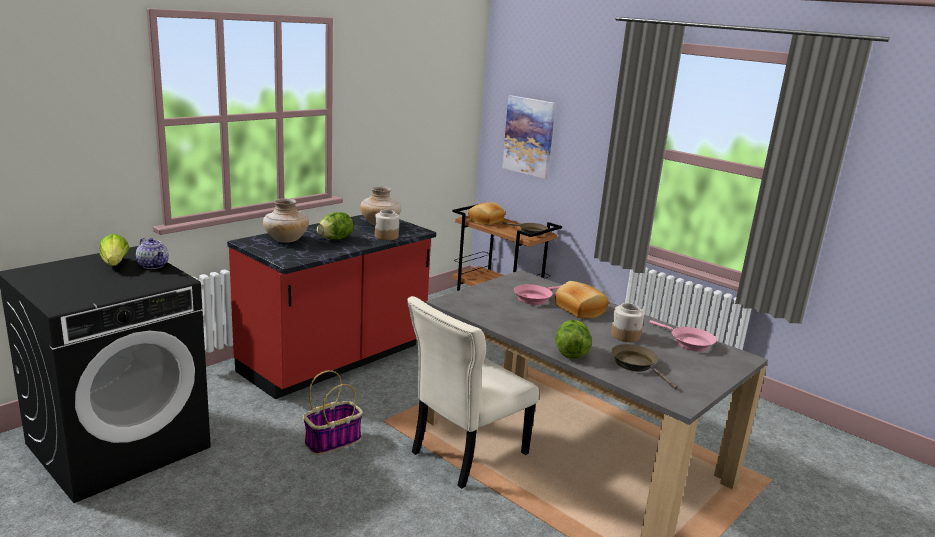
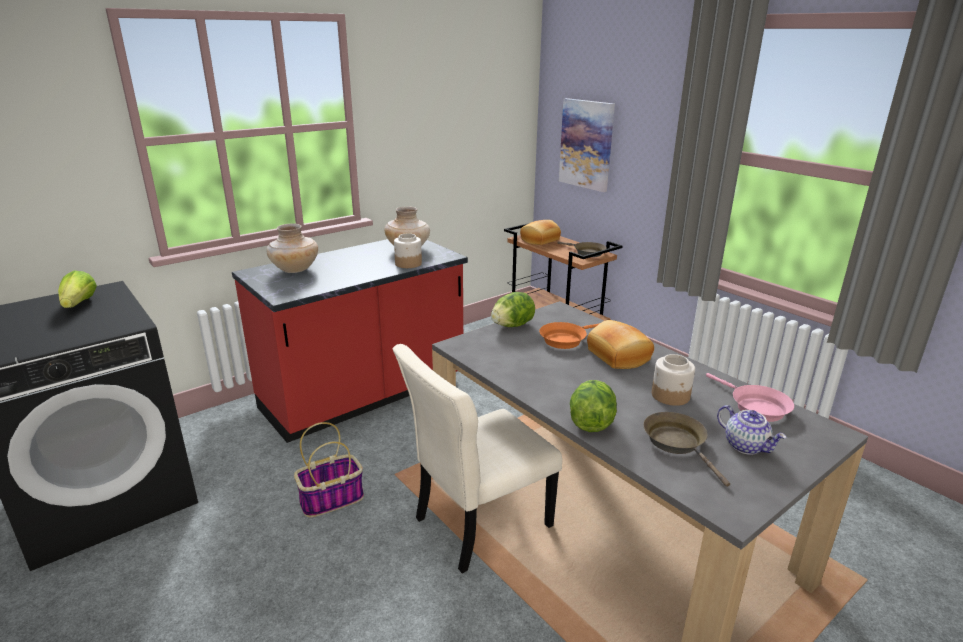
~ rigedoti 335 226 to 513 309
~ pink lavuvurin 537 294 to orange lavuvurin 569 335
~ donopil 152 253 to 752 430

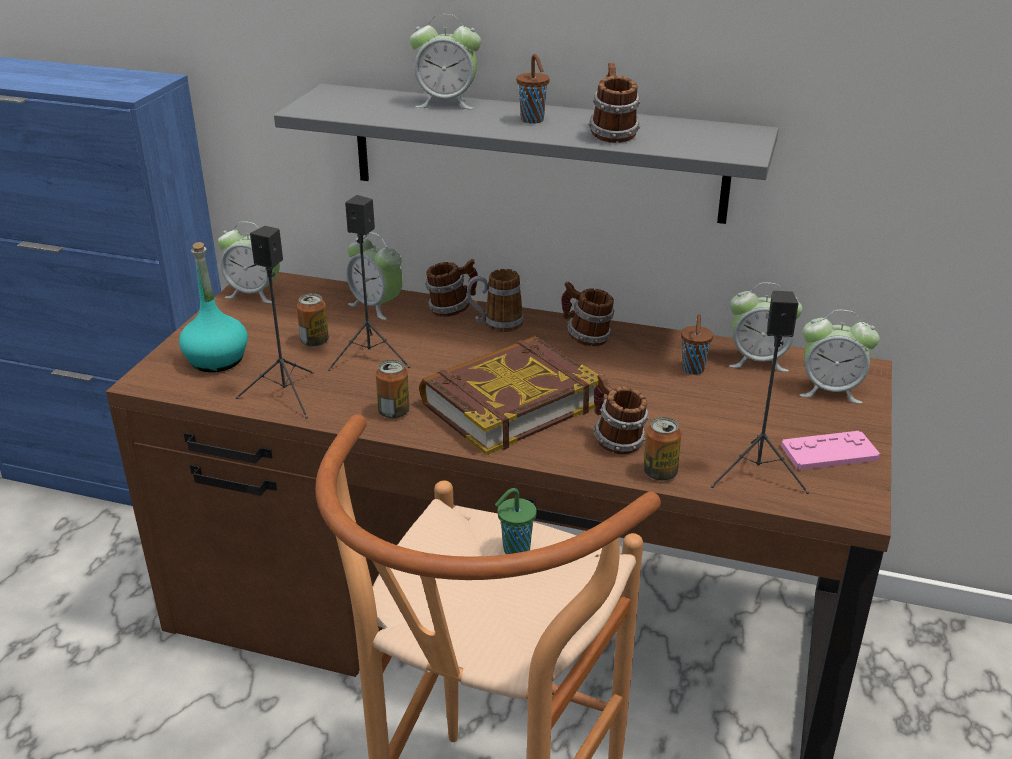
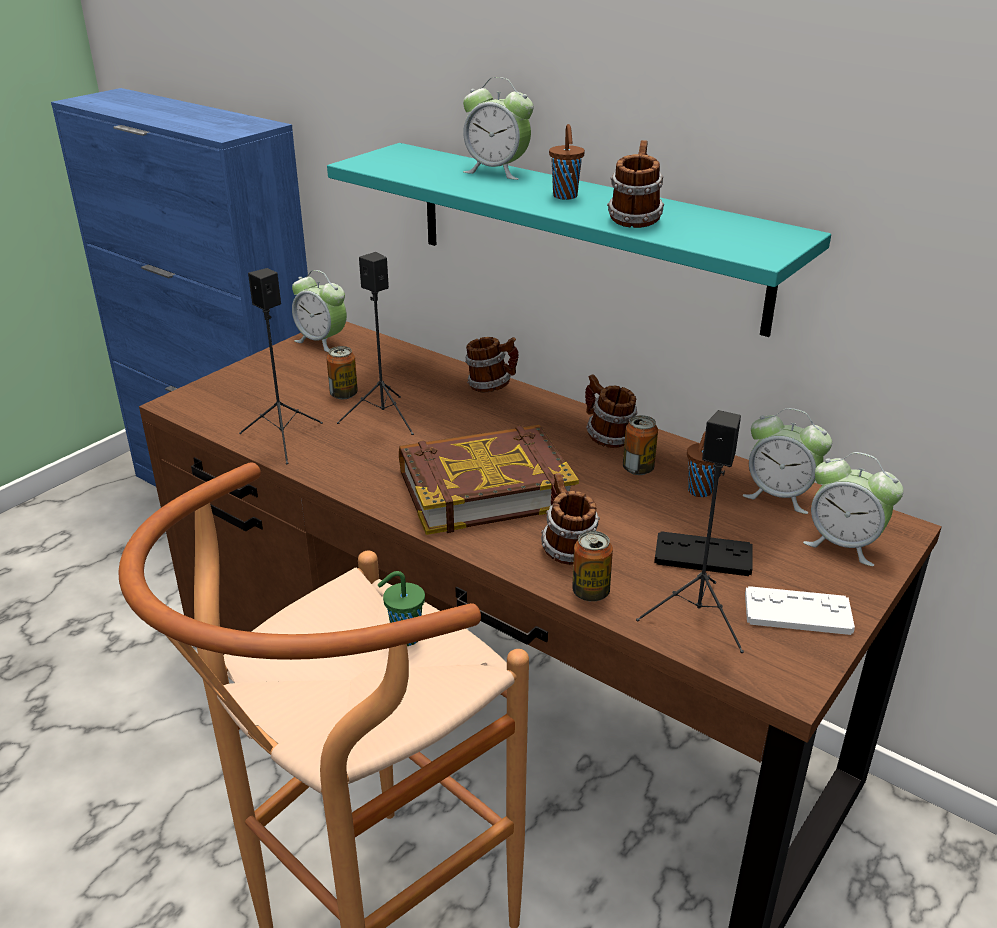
~ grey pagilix 526 154 to turquoise pagilix 579 240
~ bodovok 392 389 to 640 445
+ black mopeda 703 553
~ pink mopeda 830 450 to white mopeda 800 610
- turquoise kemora 213 307
- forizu 375 276
- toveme 495 300

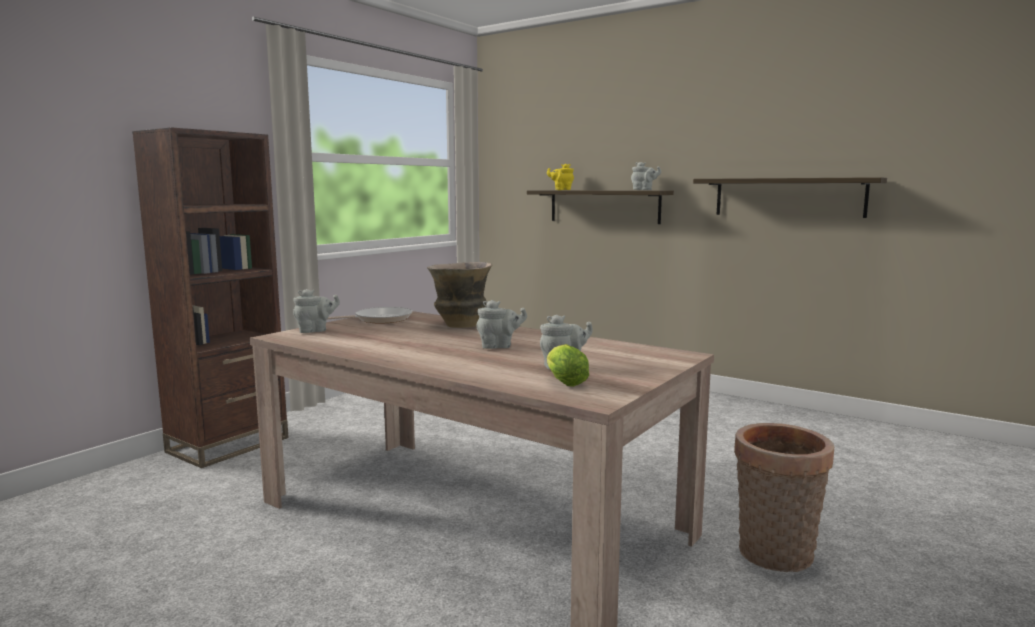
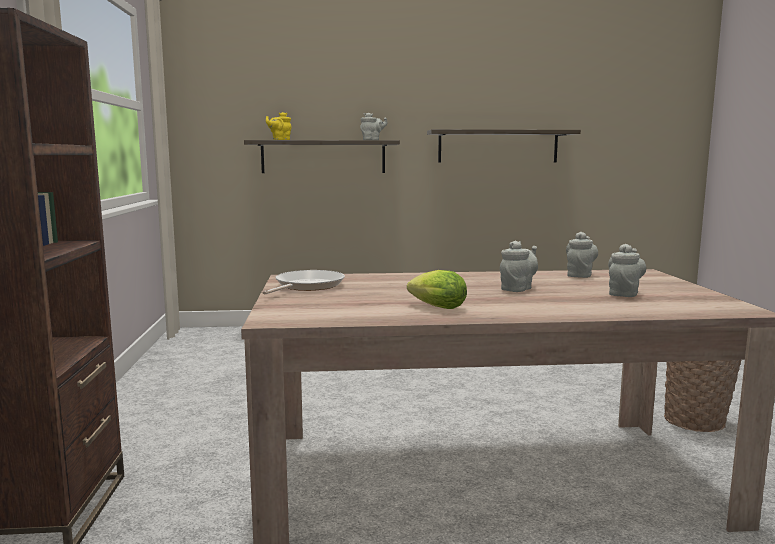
~ rigedoti 568 365 to 437 289
~ grey donopil 316 311 to 582 255
- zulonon 459 295

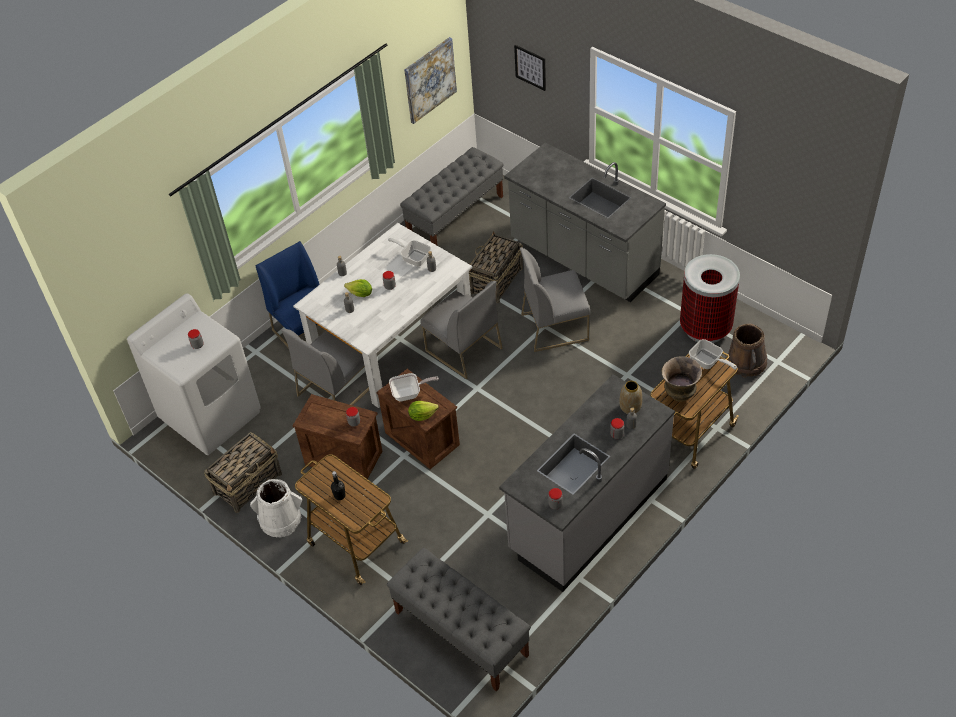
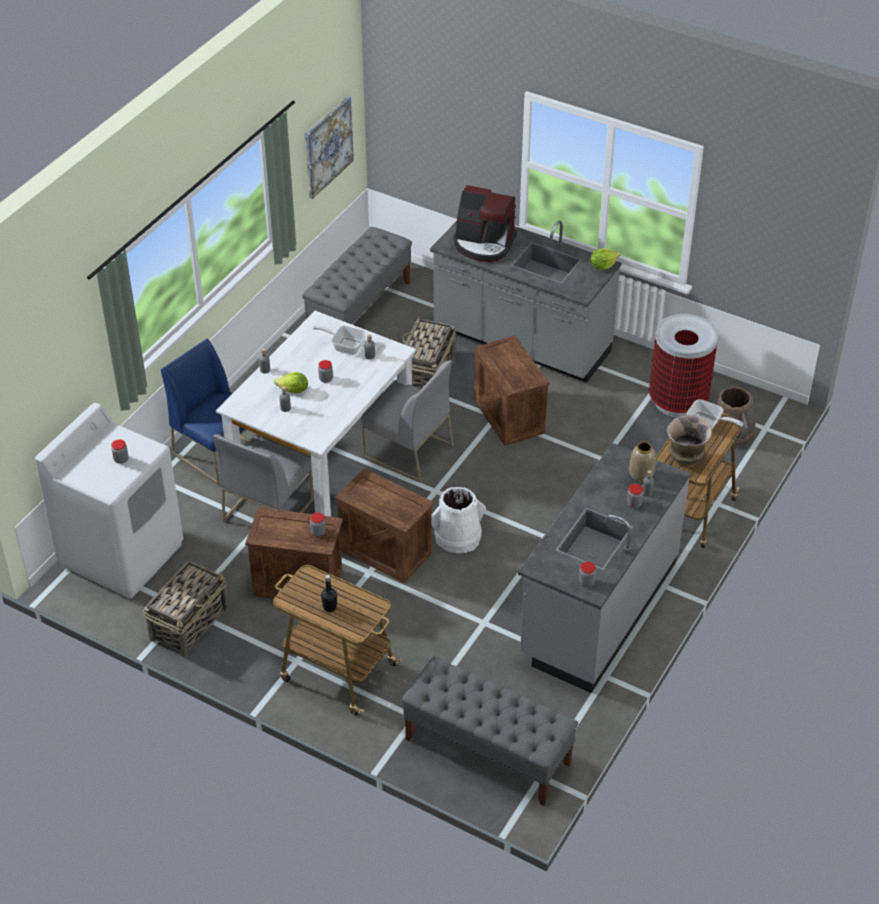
~ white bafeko 276 508 to 459 520
+ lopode 485 223
~ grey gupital 555 299 to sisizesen 512 390
~ rigedoti 423 411 to 605 259
- lavuvurin 414 387
- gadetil 530 68

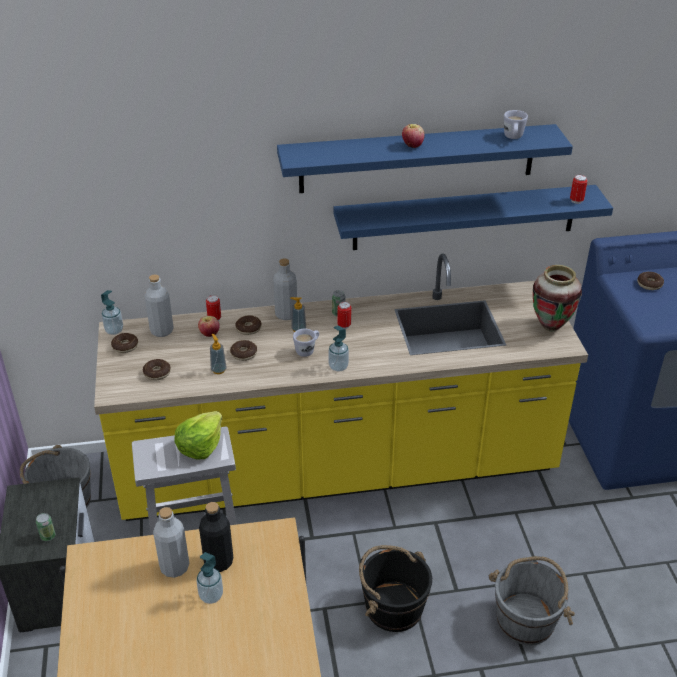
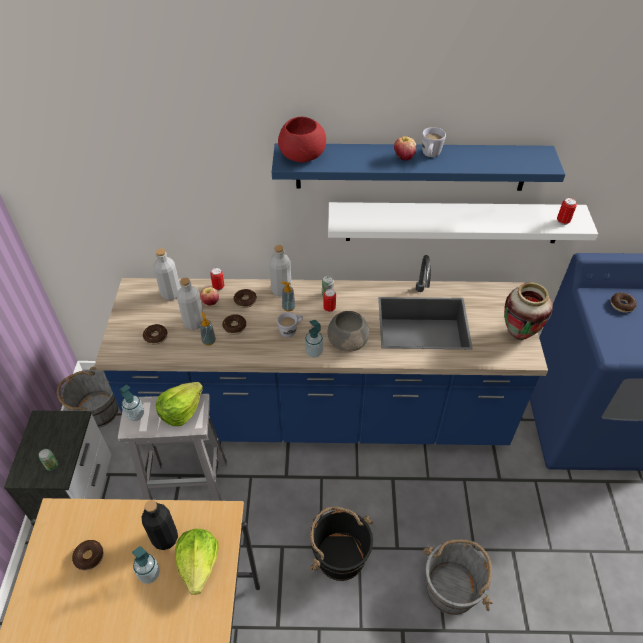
~ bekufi 124 343 to 88 555
~ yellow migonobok 341 387 to blue migonobok 321 350
~ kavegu 112 312 to 131 403
+ rigedoti 196 562
~ grey kemora 171 542 to 190 303
+ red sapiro 302 139
~ blue pagilix 473 217 to white pagilix 463 222
+ grey sapiro 348 331
~ white toveme 516 124 to 434 142

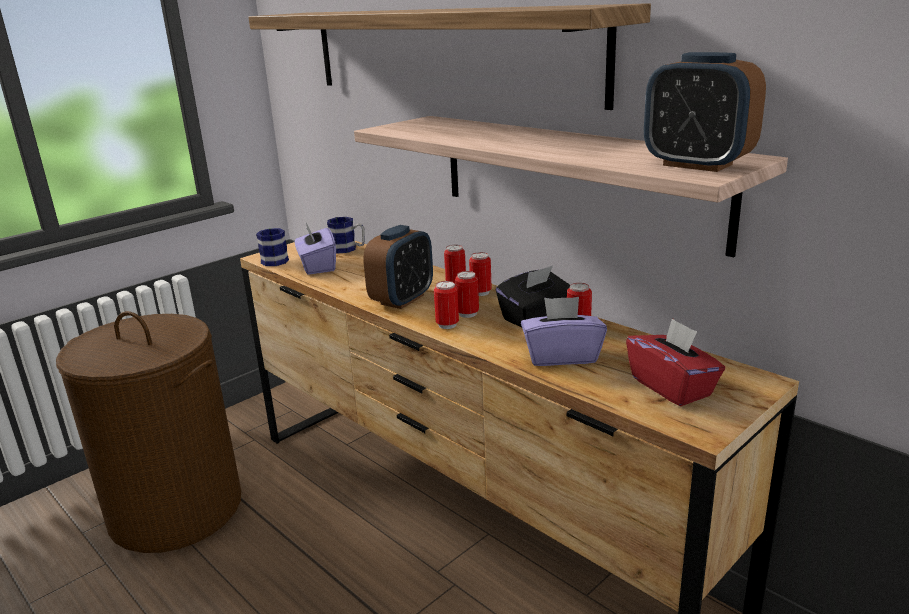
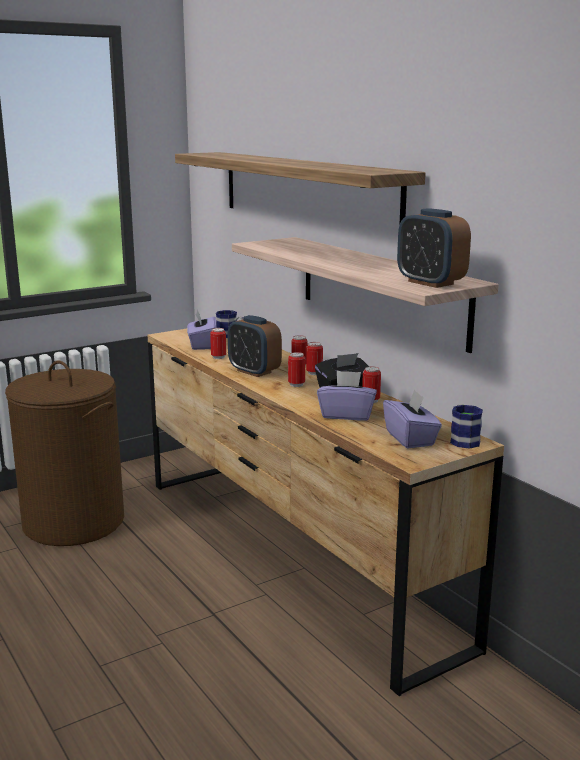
~ bodovok 446 305 to 218 343
~ forizu 398 267 = 255 346 90 degrees clockwise
~ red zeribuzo 675 362 to purple zeribuzo 412 418
~ toveme 272 247 to 466 426

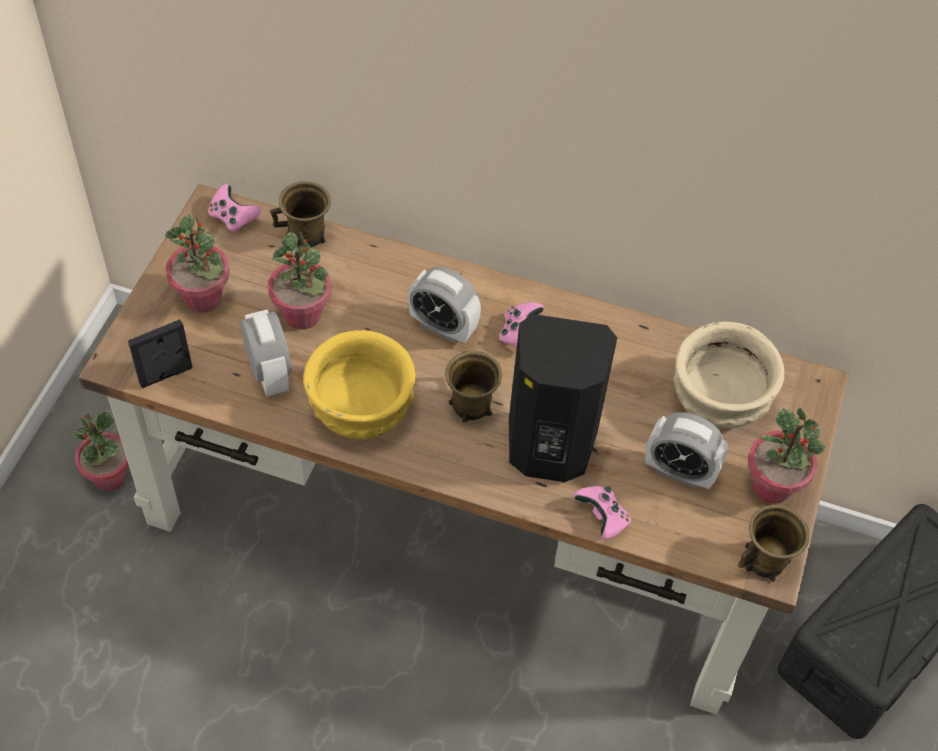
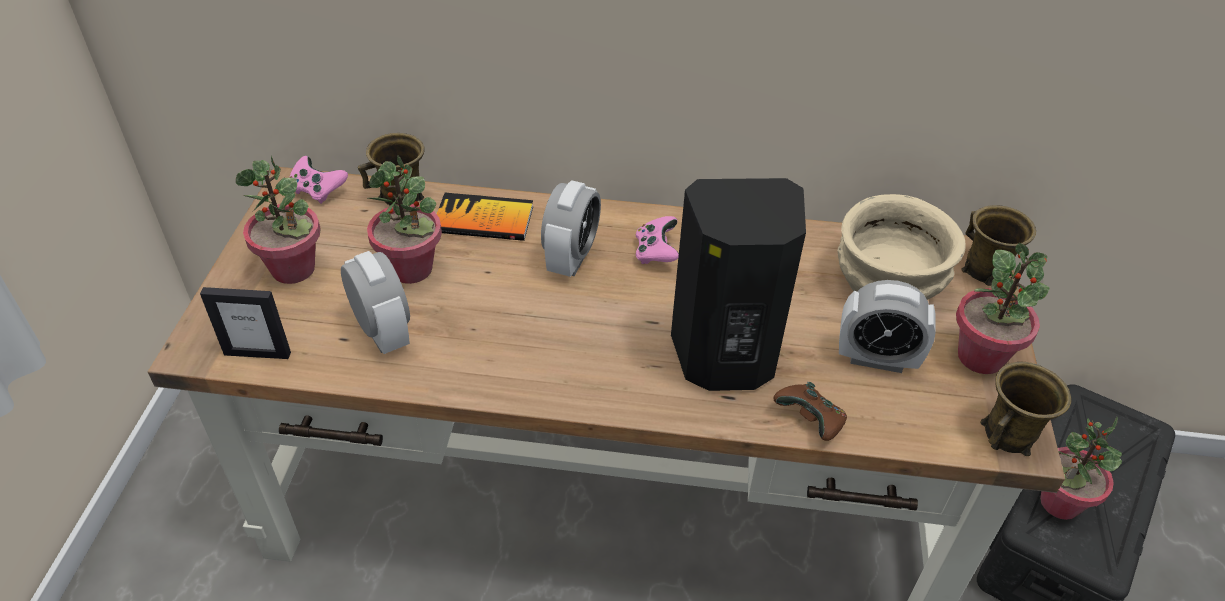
~ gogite 160 354 = 245 323 135 degrees counterclockwise
+ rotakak 485 217
~ forizu 444 305 = 571 229 90 degrees counterclockwise
~ pink mopeda 602 512 to brown mopeda 810 411
~ brown toveme 473 387 to 998 245
~ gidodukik 101 451 to 1081 468
- yellow sapiro 359 385

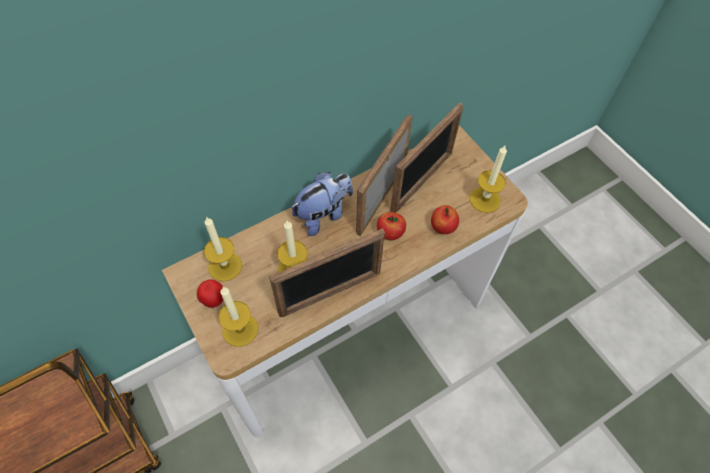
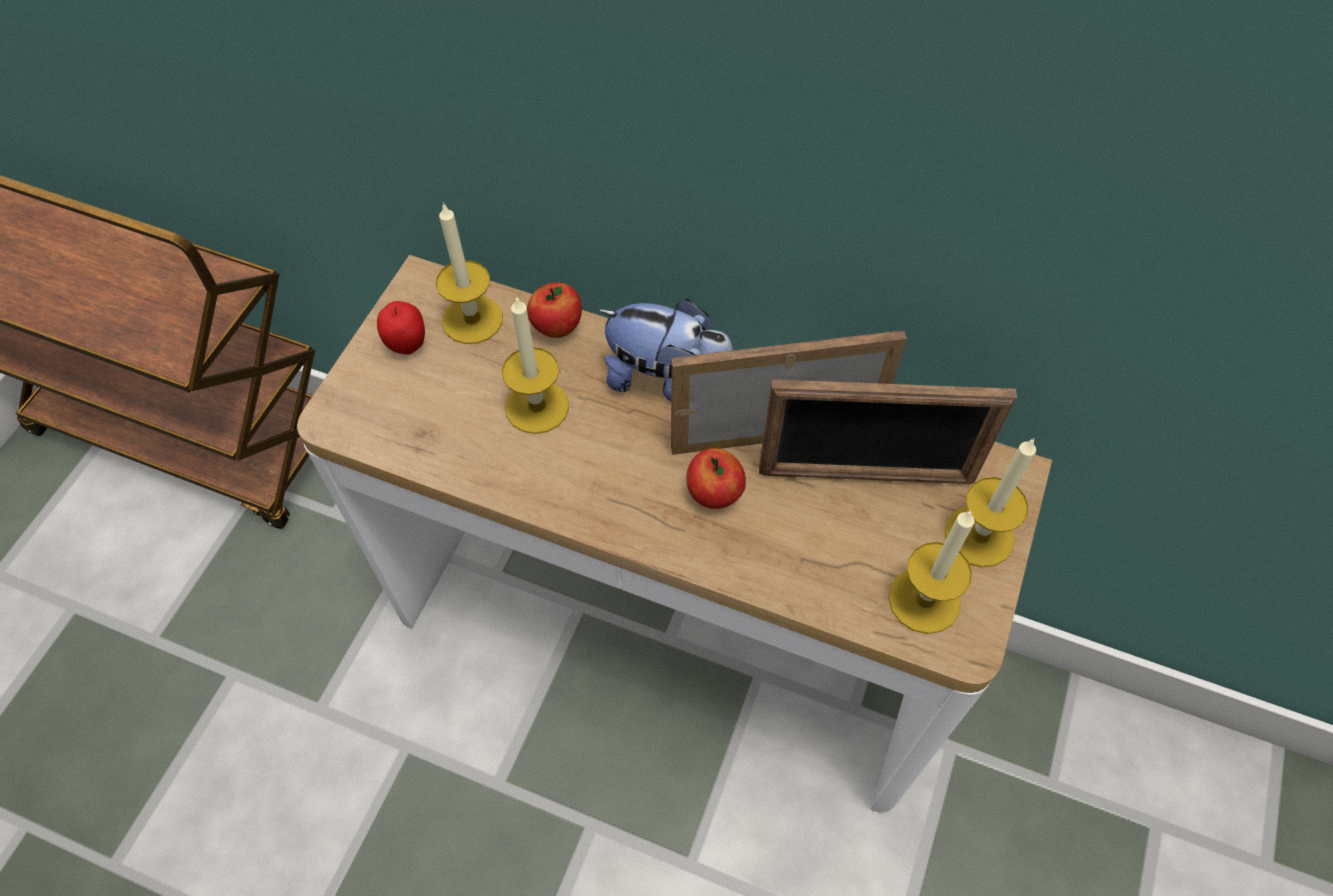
~ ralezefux 445 219 to 554 310
~ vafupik 238 317 to 990 502
- gogite 327 273

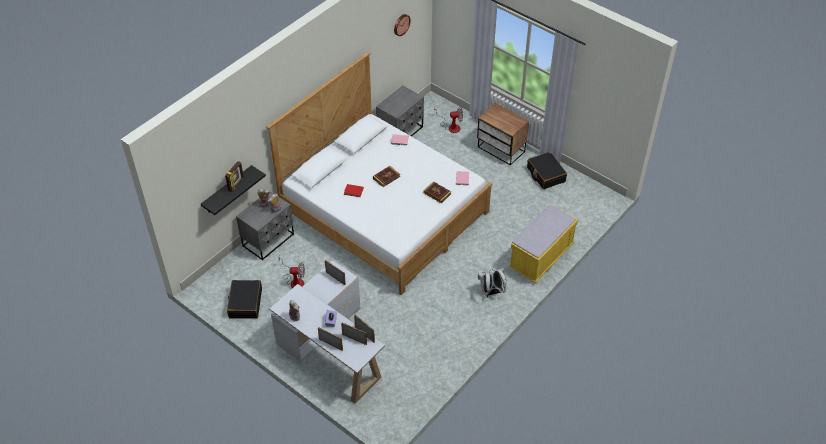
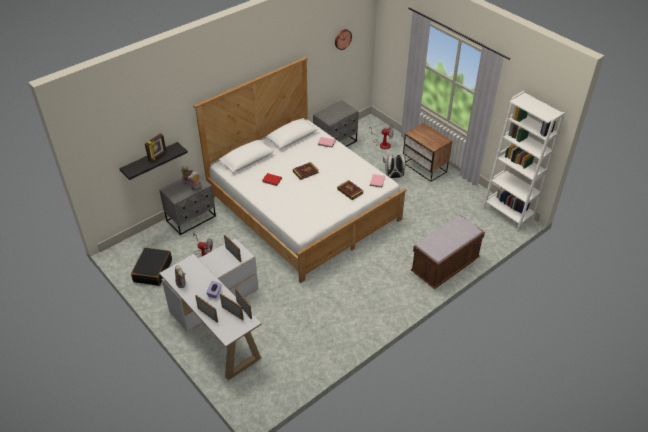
~ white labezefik 492 282 to 394 166
~ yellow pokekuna 543 243 to brown pokekuna 448 252
+ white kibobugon 523 161
- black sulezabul 547 170

